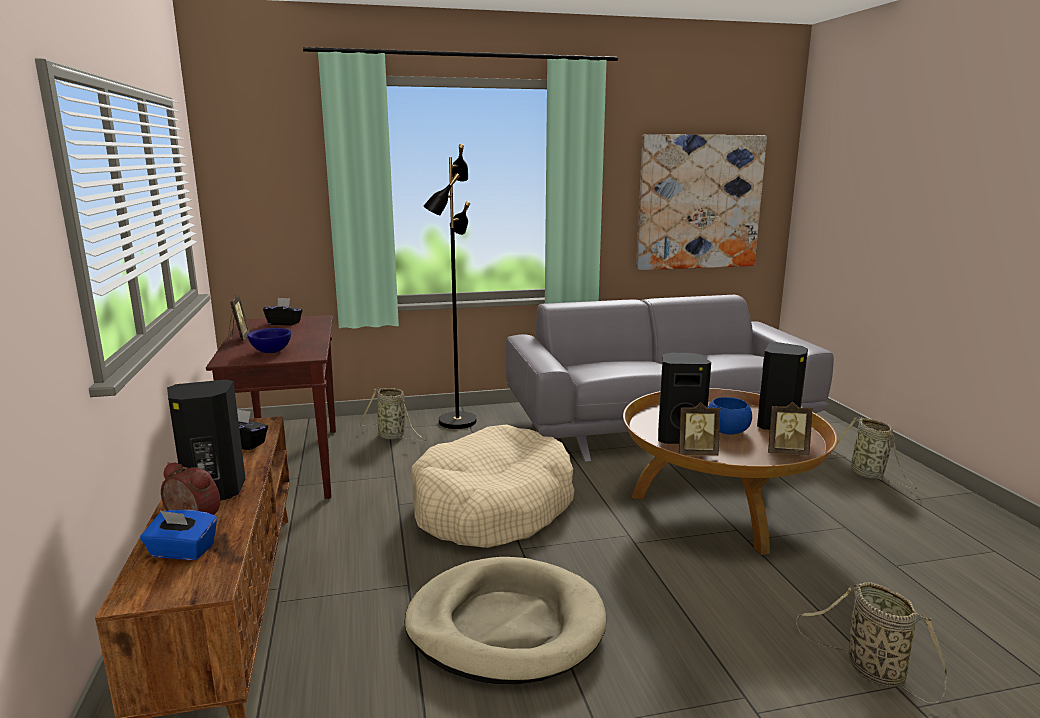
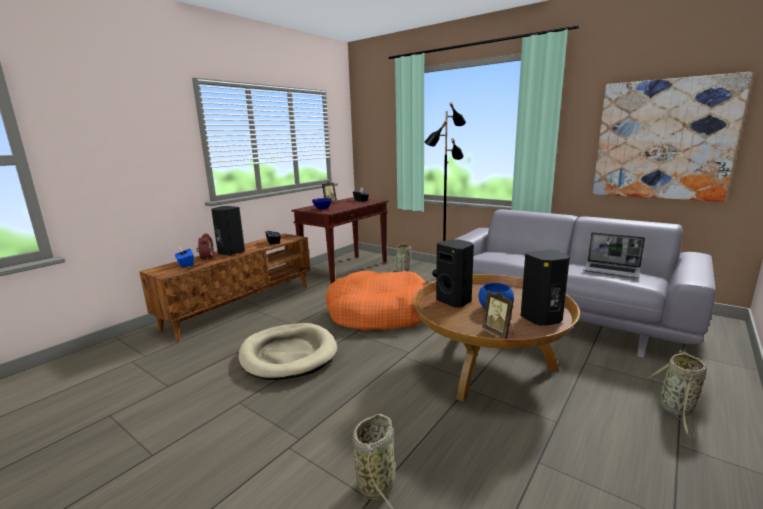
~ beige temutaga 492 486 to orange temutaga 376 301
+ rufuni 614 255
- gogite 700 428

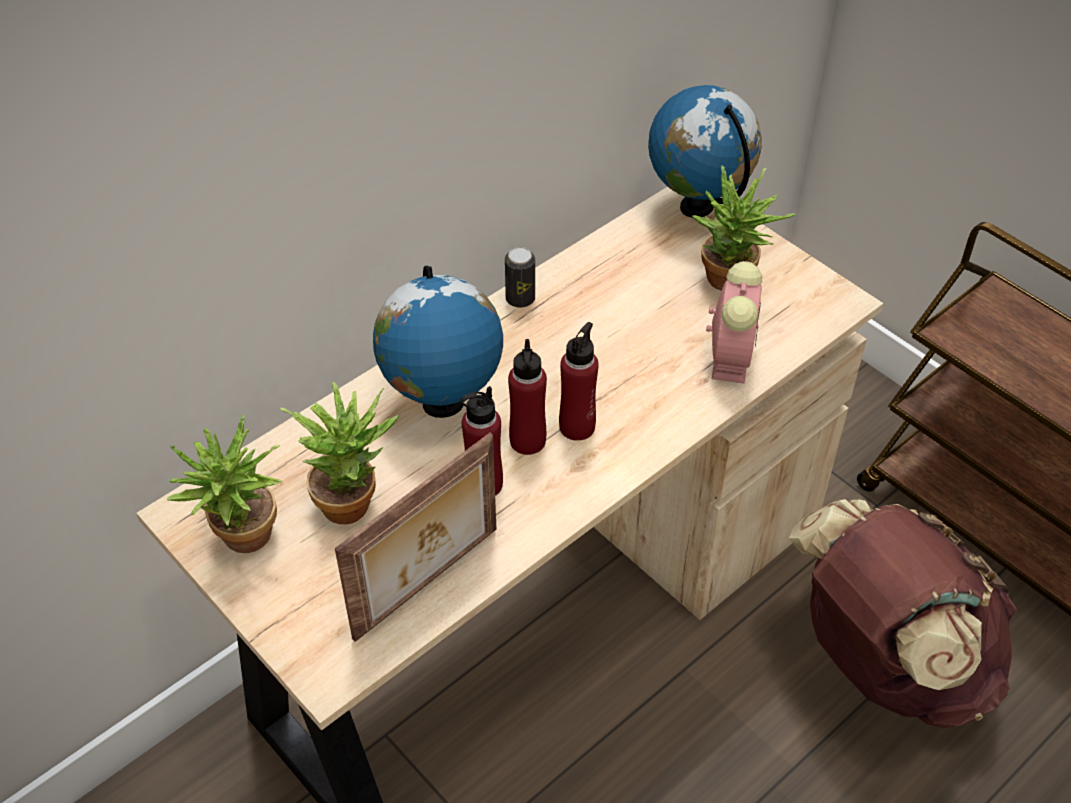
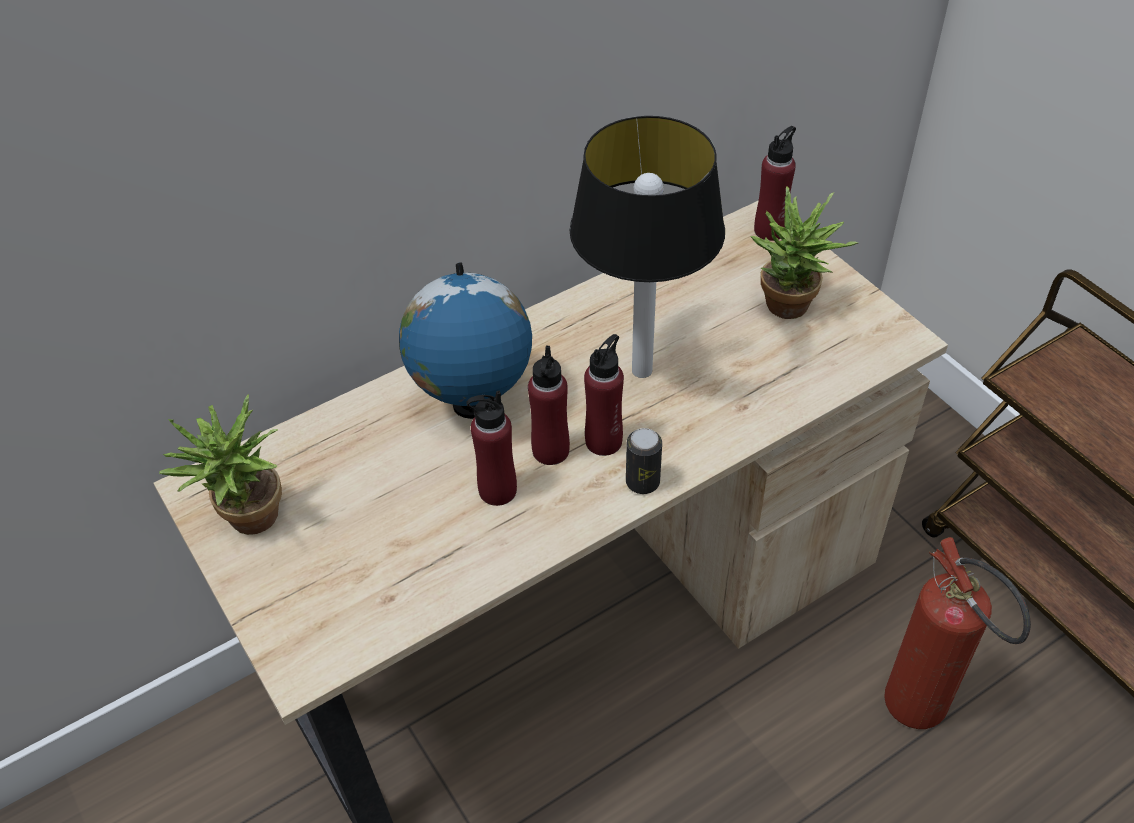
+ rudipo 647 247
~ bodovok 520 277 to 644 461
~ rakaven 705 151 to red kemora 775 183
~ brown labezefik 903 613 to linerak 957 633
- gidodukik 339 453
- gogite 416 537
- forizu 734 322

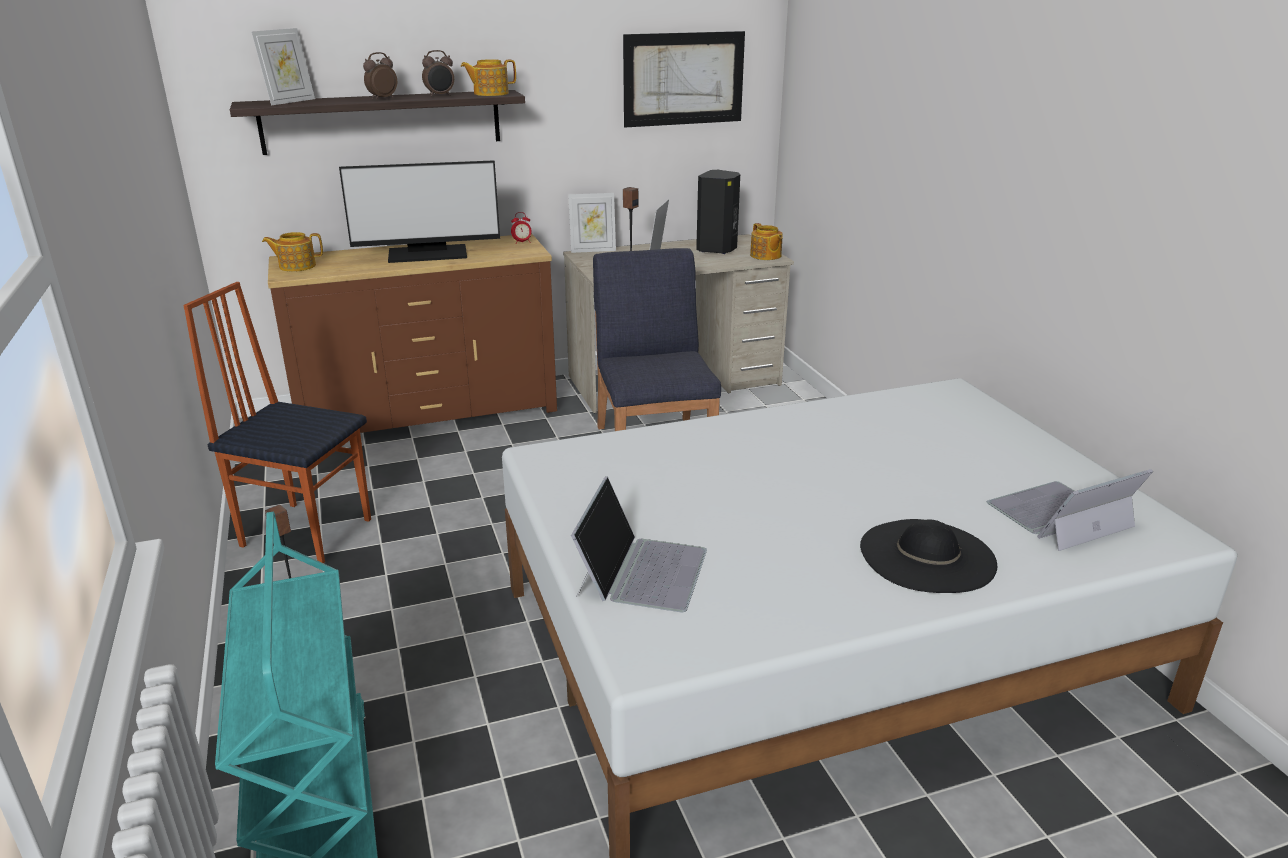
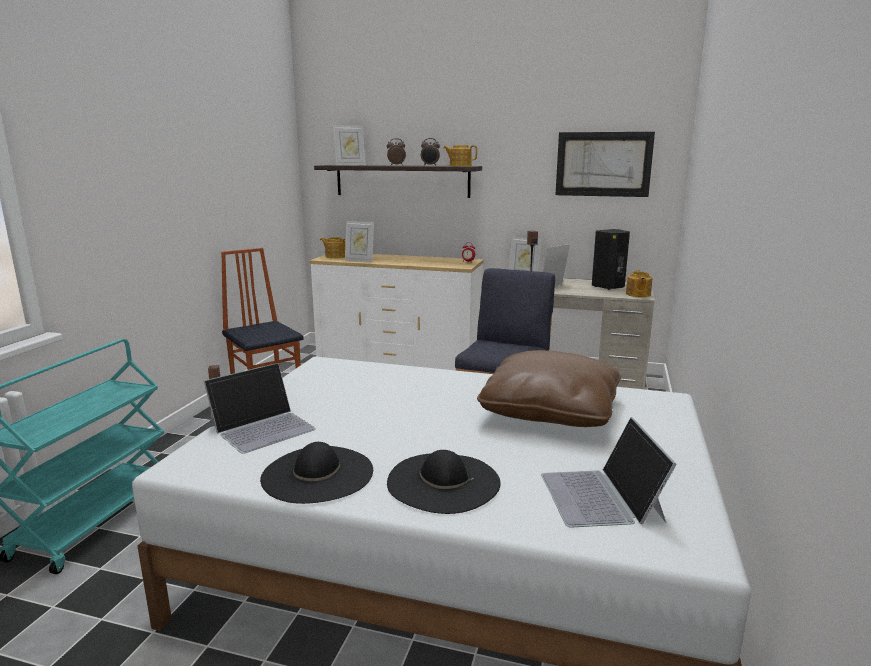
+ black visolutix 316 473
~ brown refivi 412 333 to white refivi 396 312
+ gogite 359 241
+ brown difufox 549 388
~ rufuni 1070 510 = 609 472 105 degrees counterclockwise
- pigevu 419 211

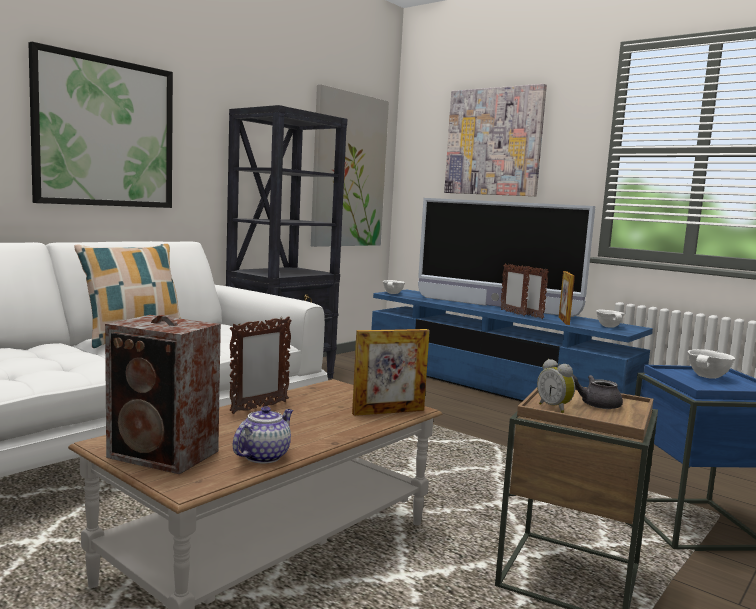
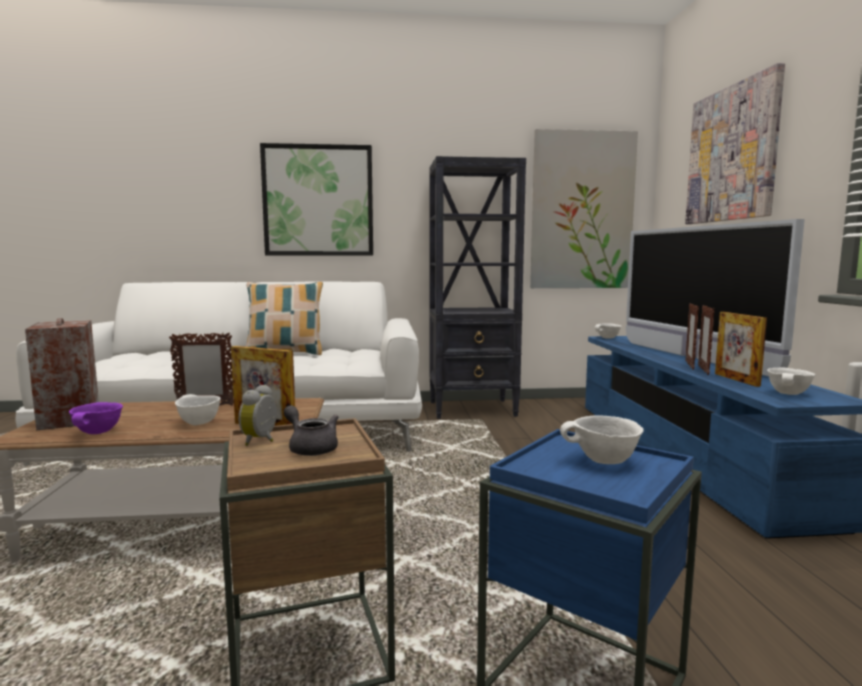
~ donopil 263 435 to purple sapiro 96 418
+ white sapiro 198 409
~ gogite 567 298 = 741 349 60 degrees counterclockwise

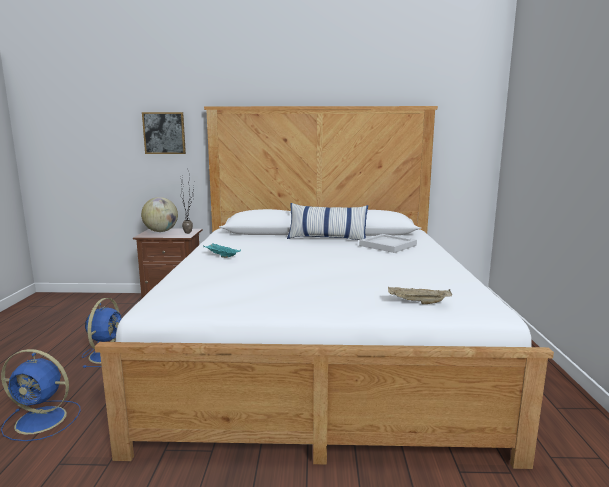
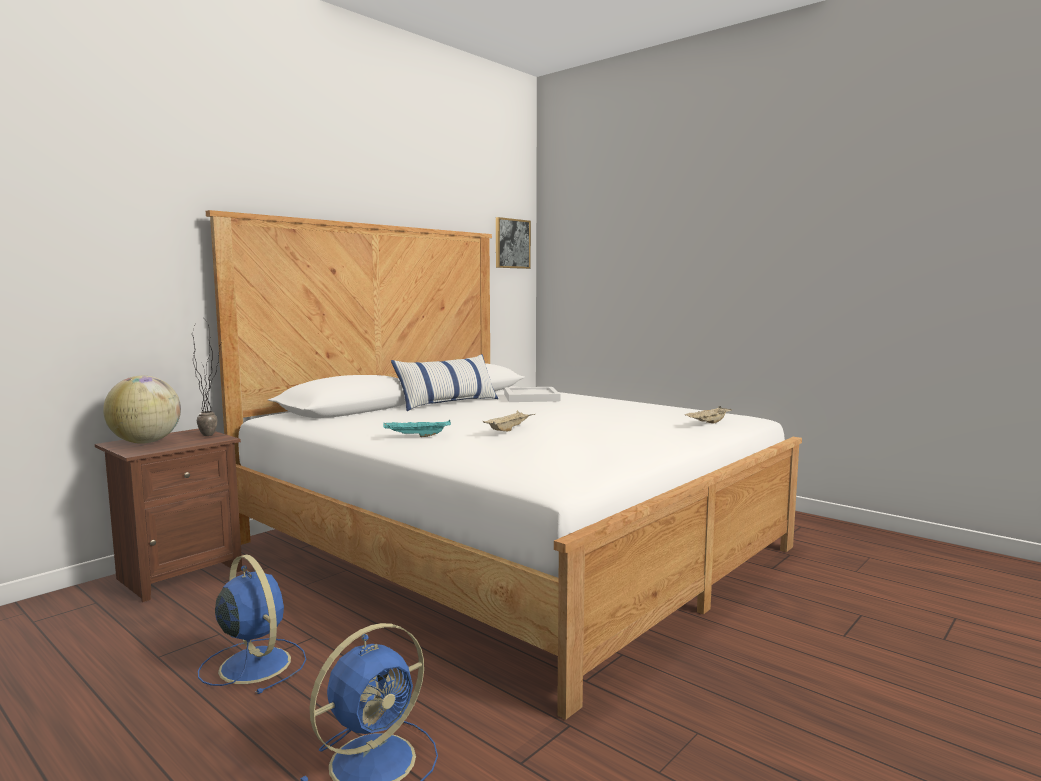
+ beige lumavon 509 420
~ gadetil 164 133 to 513 243

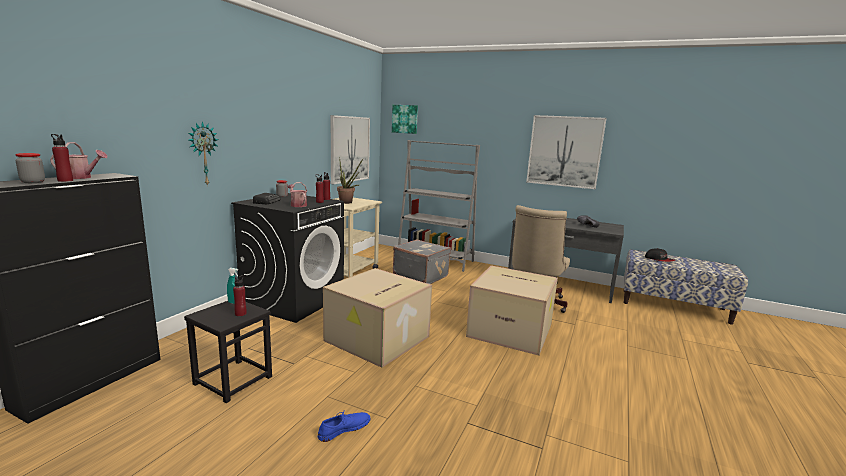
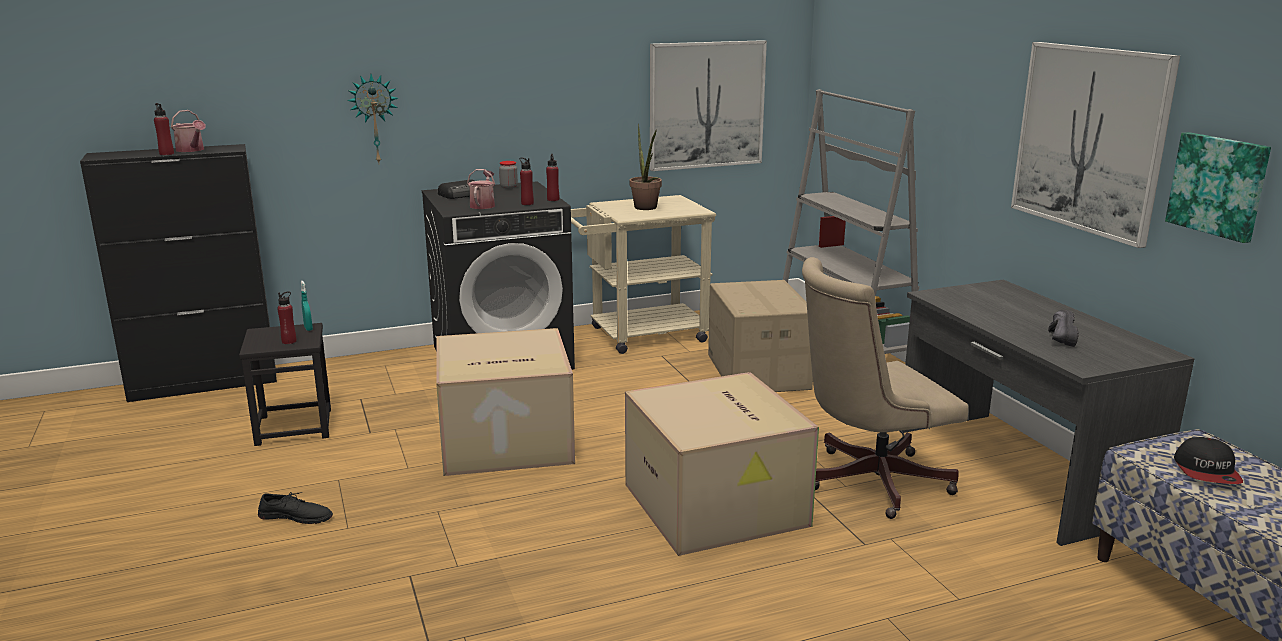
~ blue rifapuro 344 426 to black rifapuro 295 508
~ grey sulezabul 422 261 to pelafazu 760 336
~ gadetil 405 119 to 1218 187
- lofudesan 30 168

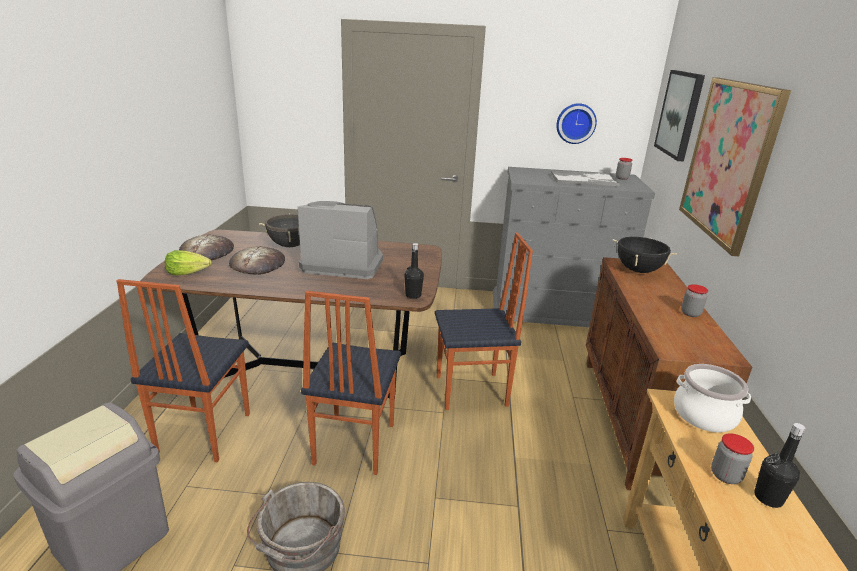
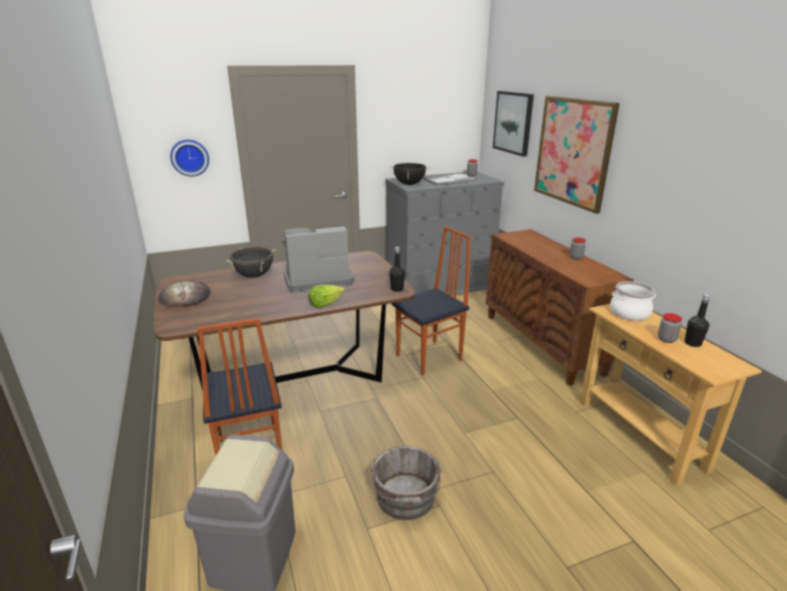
~ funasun 576 123 to 189 158
~ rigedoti 188 262 to 326 296
~ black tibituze 645 255 to 409 174
- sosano 257 260
- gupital 351 383

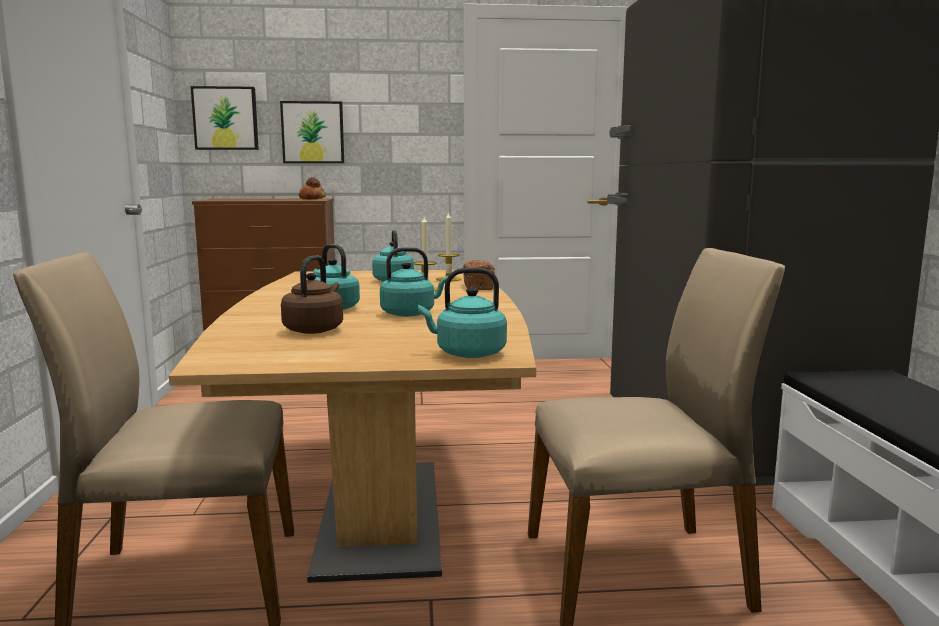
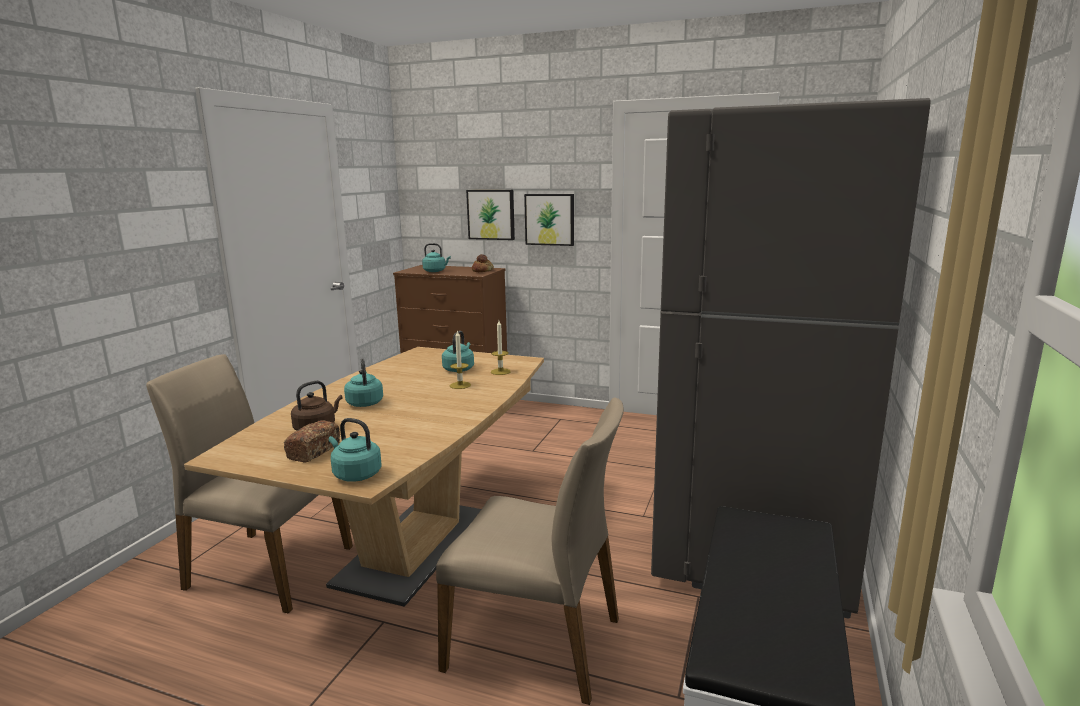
~ sosano 479 275 to 312 441
~ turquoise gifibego 414 282 to 436 257
~ gadetil 225 118 to 549 220

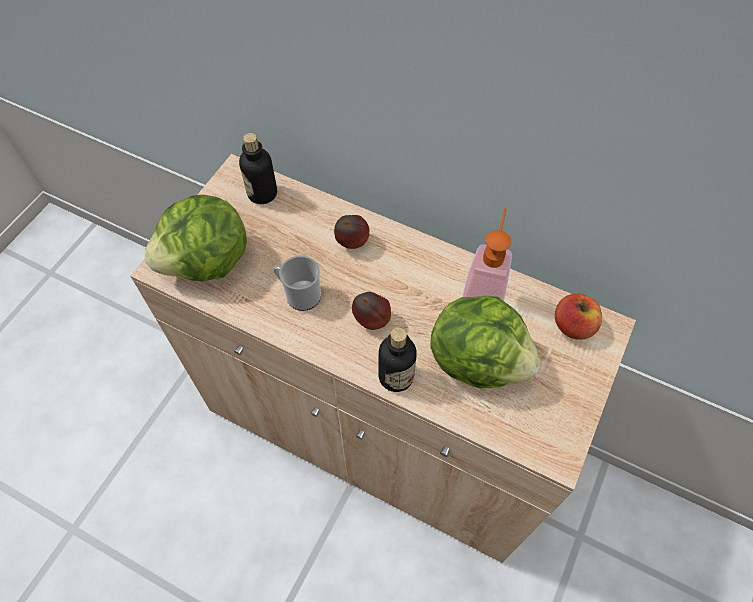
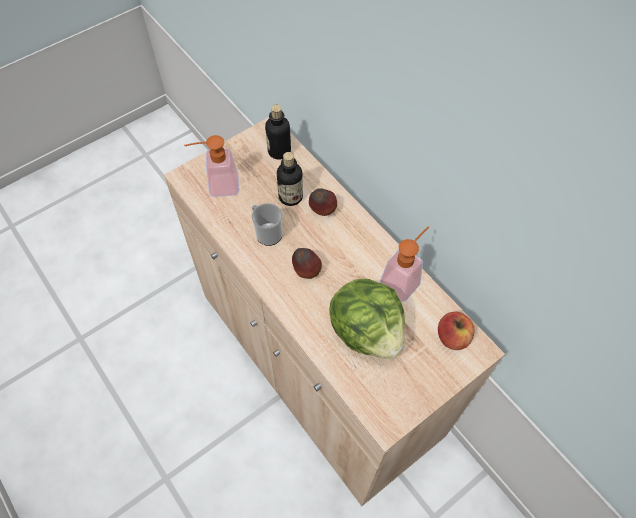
~ rigedoti 195 238 to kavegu 211 166
~ kemora 397 359 to 290 179

